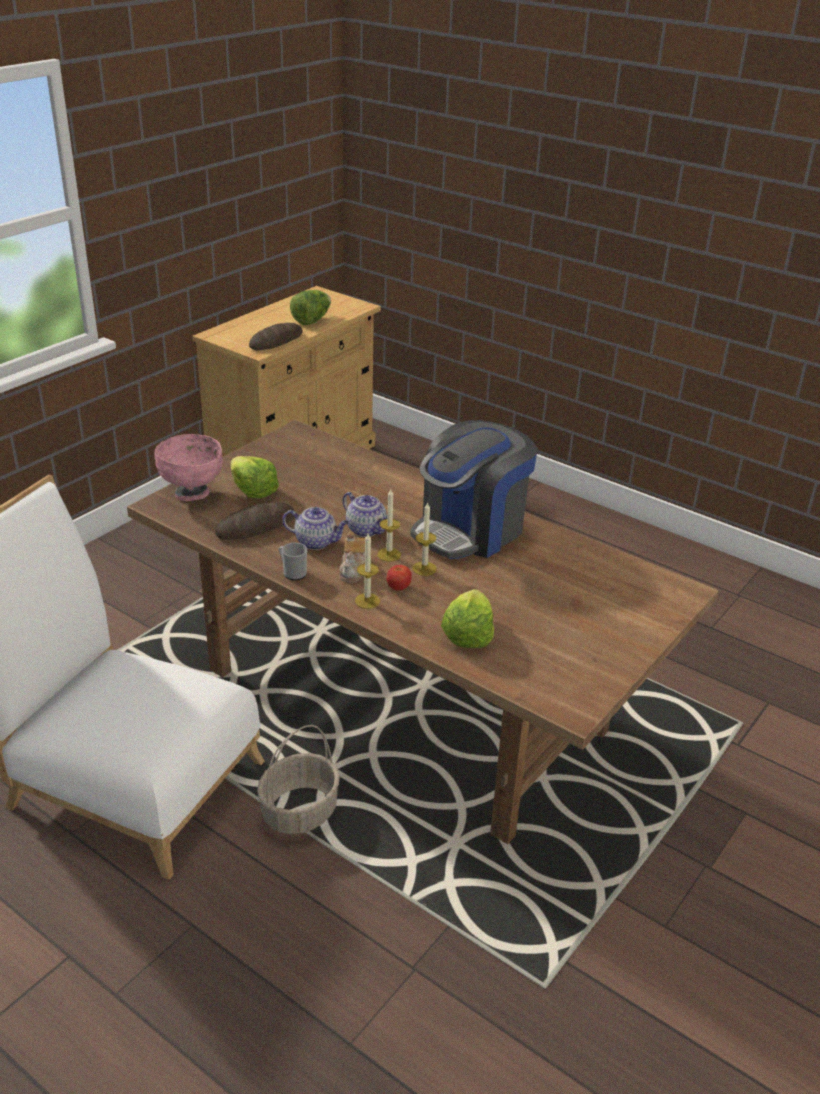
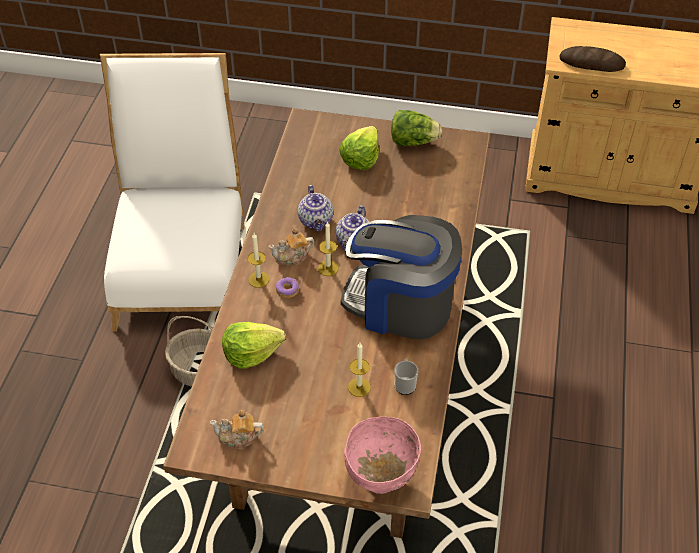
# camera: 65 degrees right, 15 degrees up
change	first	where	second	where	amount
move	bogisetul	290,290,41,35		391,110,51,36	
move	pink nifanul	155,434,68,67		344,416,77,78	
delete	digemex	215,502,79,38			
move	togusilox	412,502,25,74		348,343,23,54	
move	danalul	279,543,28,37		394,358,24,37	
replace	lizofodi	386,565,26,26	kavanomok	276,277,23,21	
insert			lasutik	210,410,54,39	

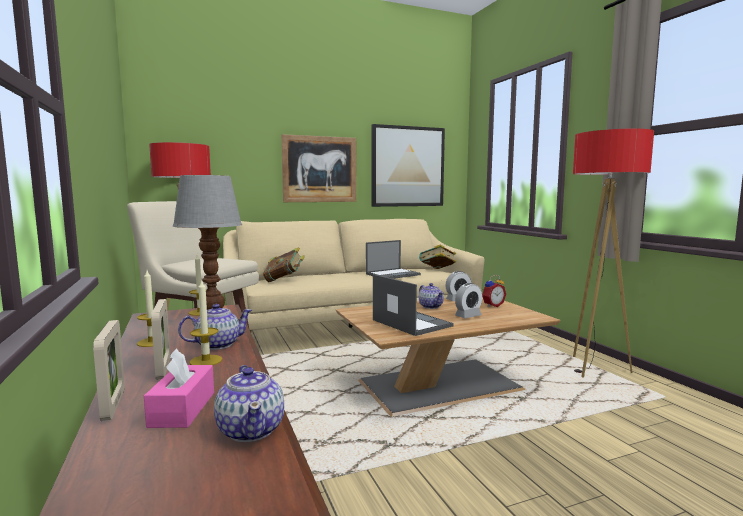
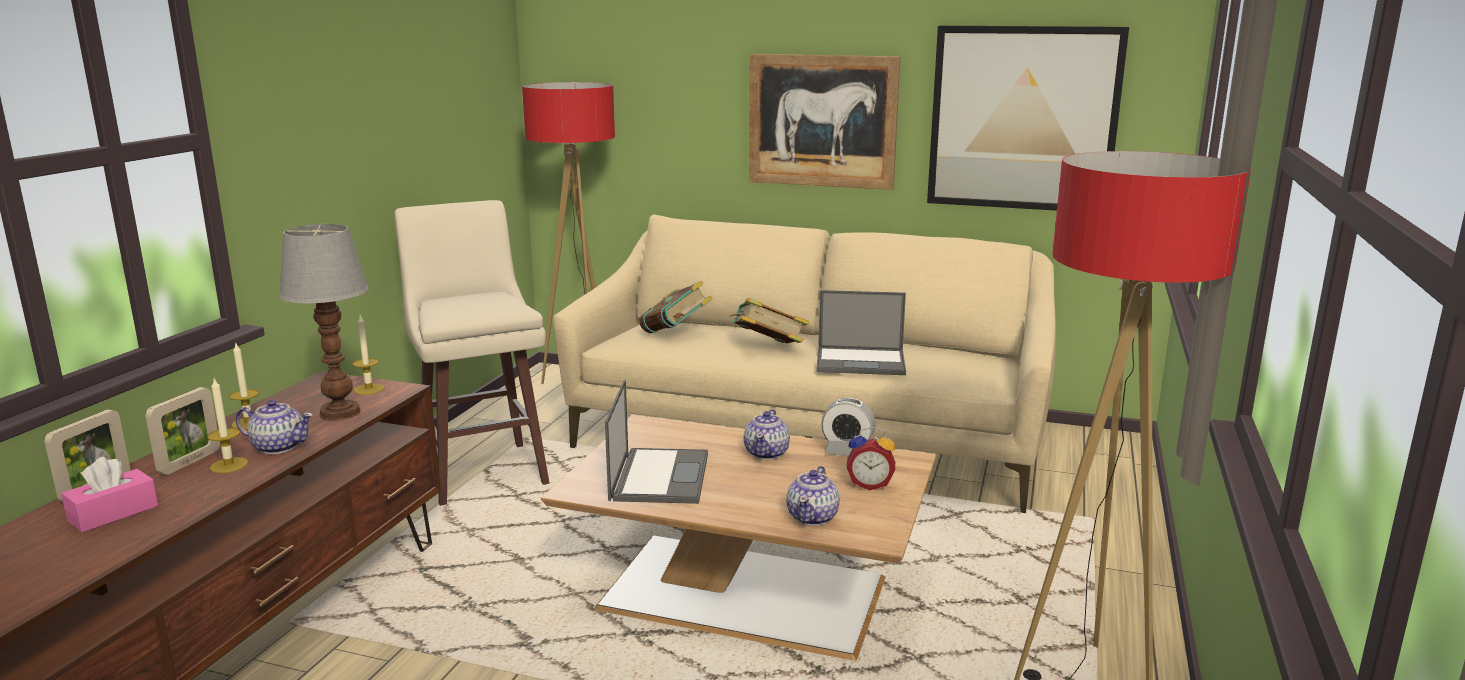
# camera: 40 degrees right, 10 degrees up
change	first	where	second	where	amount
move	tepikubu	419,244,37,25		729,298,80,45	
delete	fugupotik	455,283,27,35			
move	lasutik	214,365,70,77		786,466,54,60	

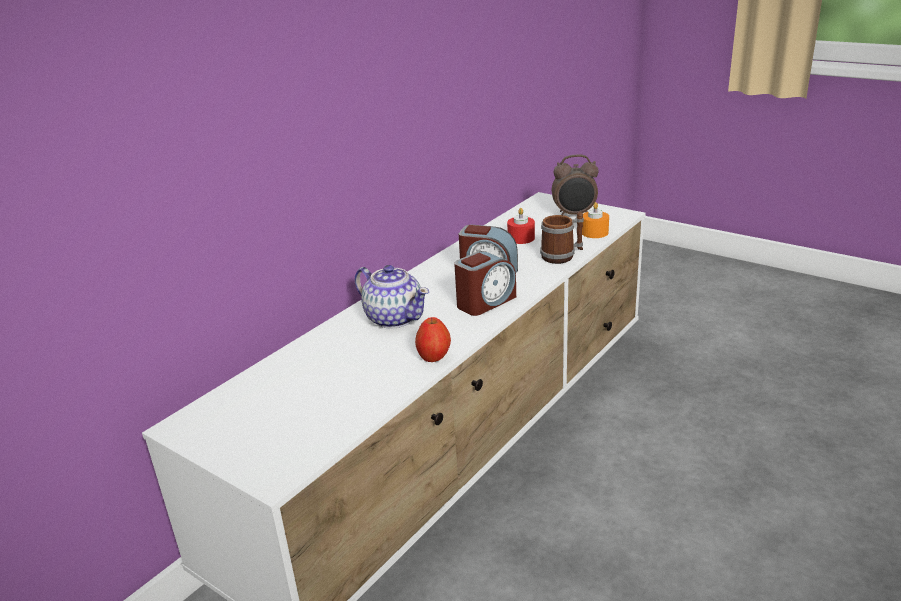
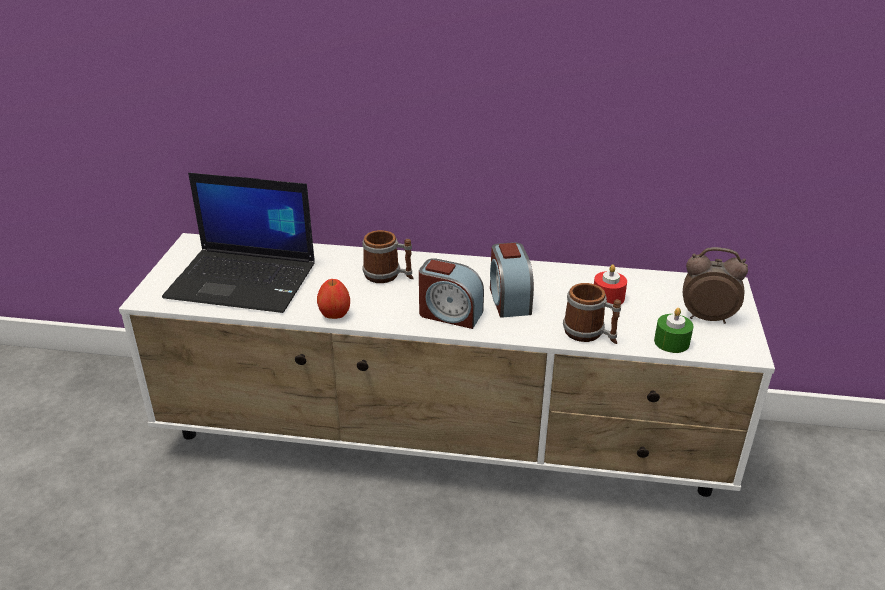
# camera: 60 degrees right, 5 degrees up
change	first	where	second	where	amount
rotate	fugupotik	552,154,47,61		683,247,65,77	135 degrees clockwise
recolor	orange togusilox	582,202,27,36	green togusilox	654,308,39,45	
replace	lasutik	355,265,74,64	danalul	362,230,52,53	
insert			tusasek	162,173,153,140	

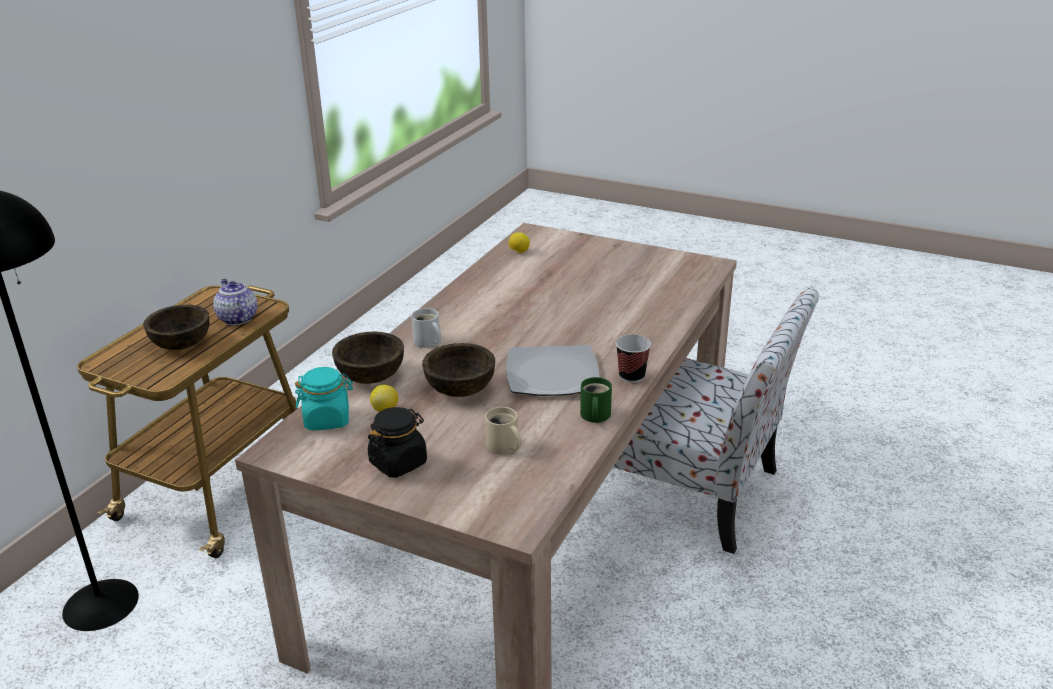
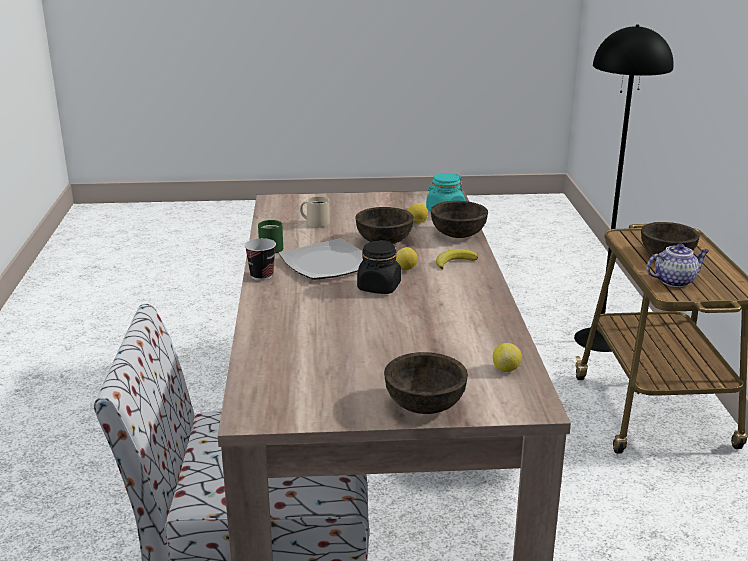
# camera: 150 degrees right, 5 degrees down
change	first	where	second	where	amount
rotate	lasutik	213,279,44,46		646,243,63,44	45 degrees counterclockwise
replace	white danalul	411,308,30,40	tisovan	436,249,42,20	
move	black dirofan	368,407,59,70		357,240,44,54	
insert			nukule	396,247,22,23	
insert			brown nifanul	384,352,84,62	

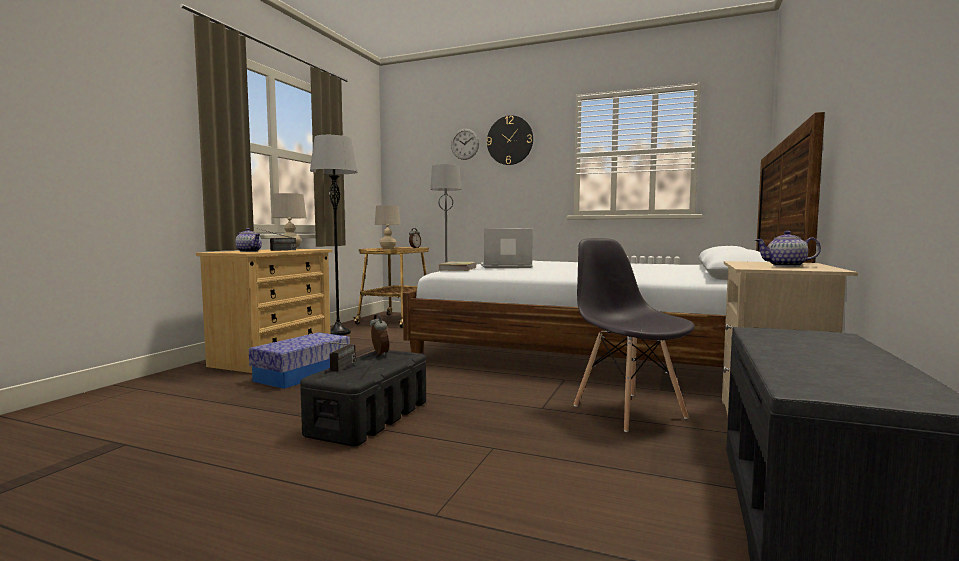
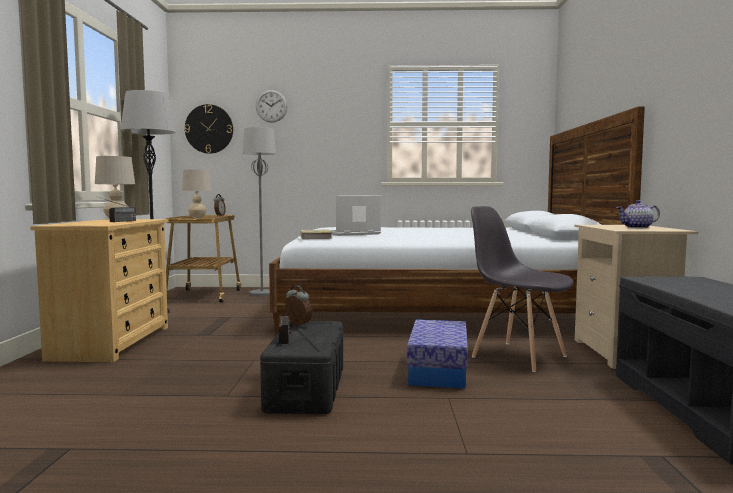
# camera: 20 degrees left, 0 degrees up
change	first	where	second	where	amount
move	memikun	487,115,46,50		184,104,49,50	
delete	lasutik	235,228,27,24			
move	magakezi	249,332,101,57		407,319,61,70	

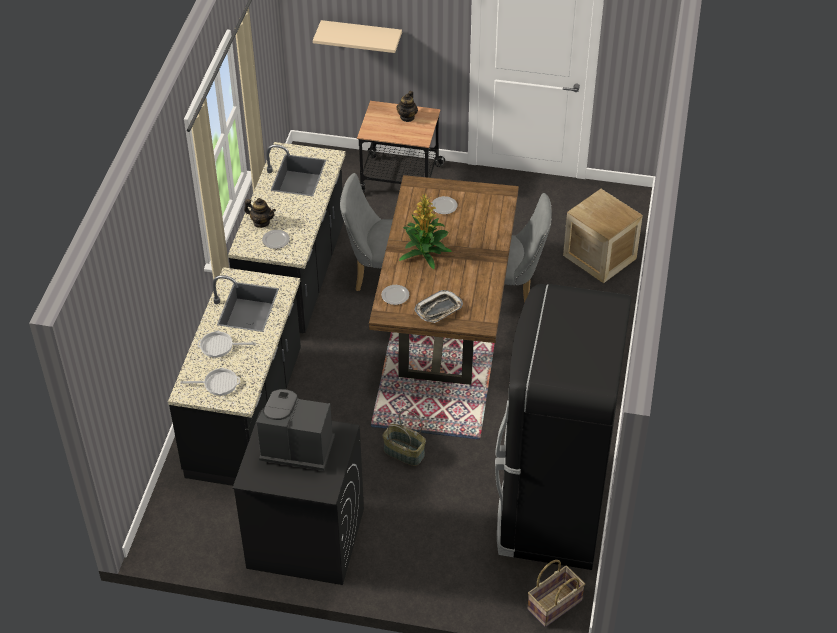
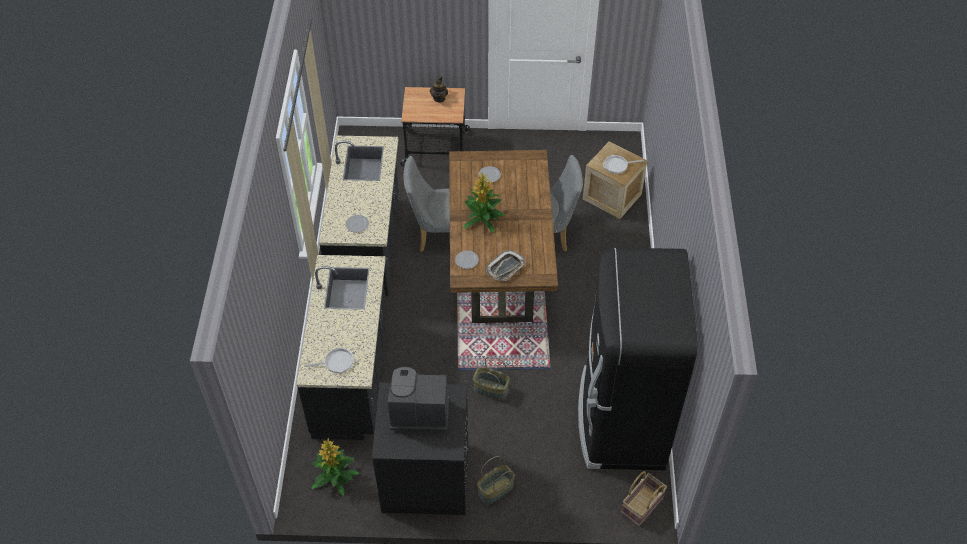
# camera: 10 degrees left, 5 degrees up
change	first	where	second	where	amount
delete	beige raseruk	313,20,89,33			
delete	lasutik	244,198,32,30			
move	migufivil	198,331,58,27		602,155,42,19	
insert			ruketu	311,438,48,58	
insert			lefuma	477,456,38,49	

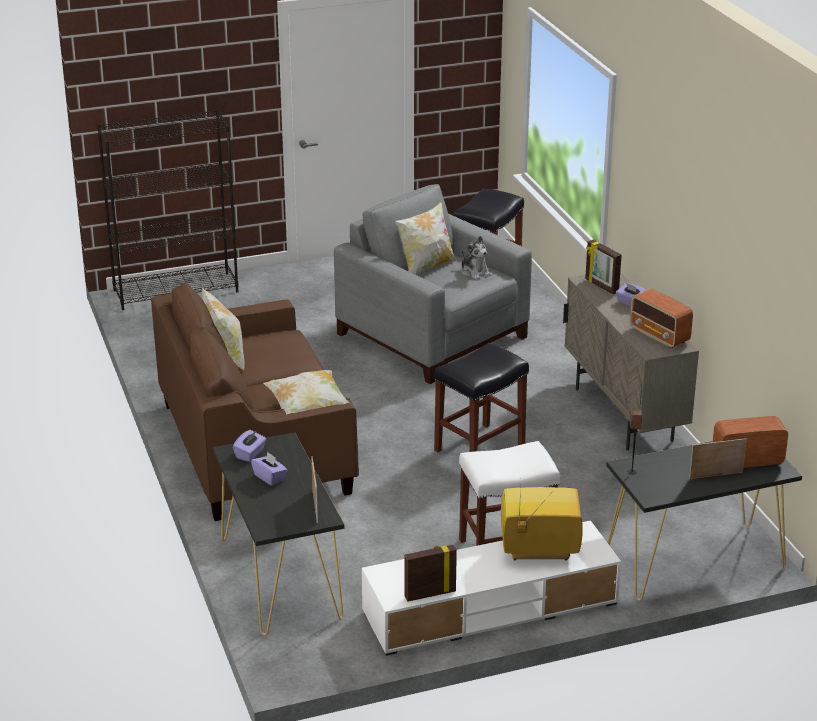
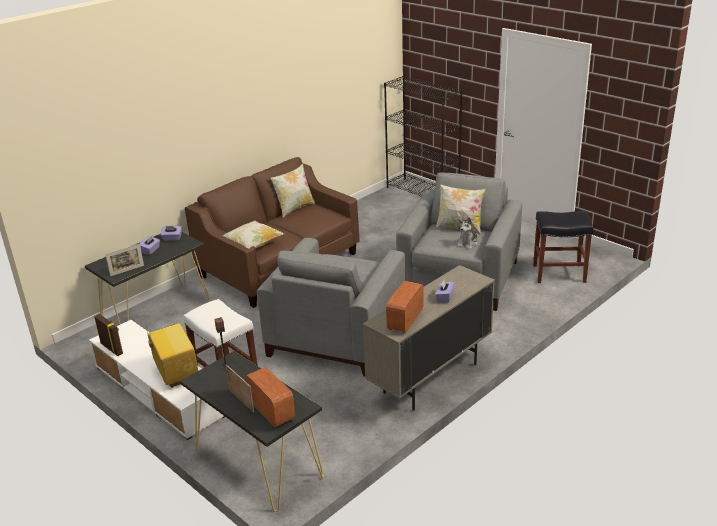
# camera: 65 degrees right, 0 degrees up
change	first	where	second	where	amount
delete	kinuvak	585,240,36,54			
replace	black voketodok	434,343,95,109	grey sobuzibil	257,238,148,138	

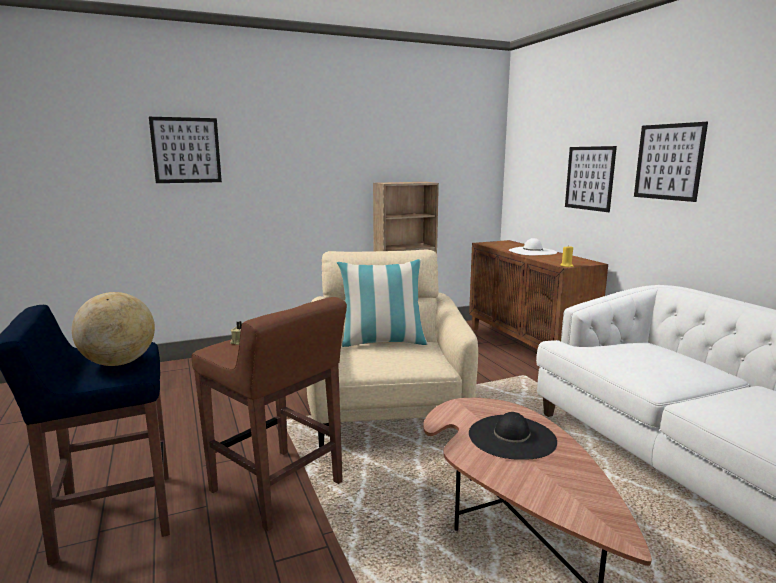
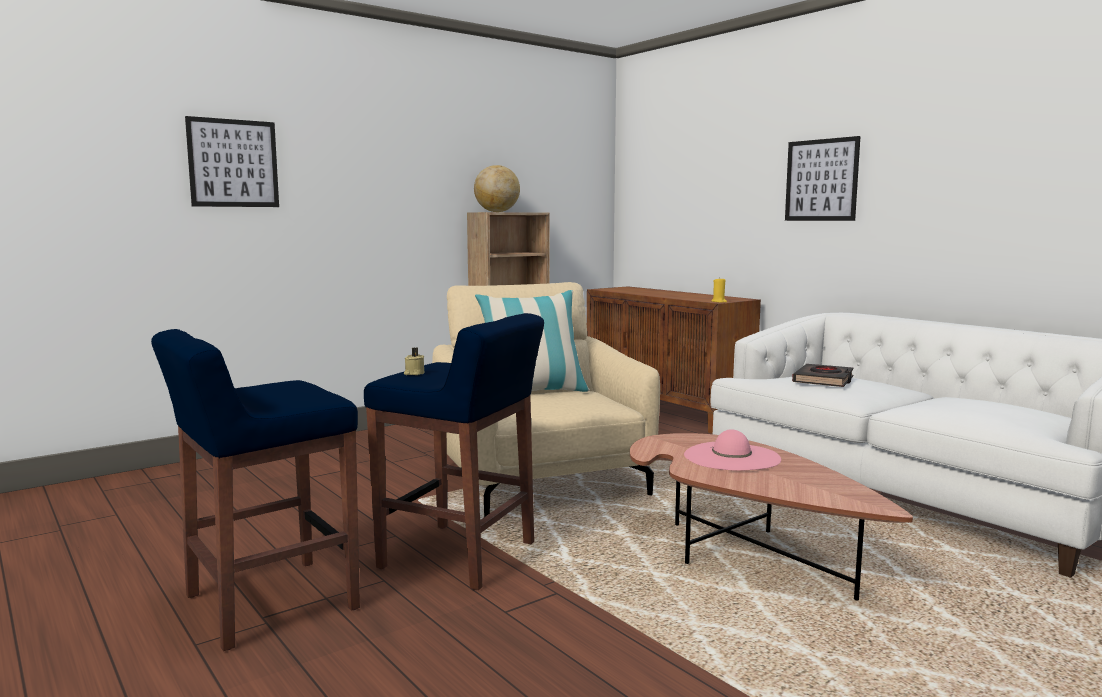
# camera: 15 degrees left, 5 degrees down
change	first	where	second	where	amount
delete	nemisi	565,146,52,66			
delete	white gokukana	509,238,48,17			
move	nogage	72,292,83,74		474,165,46,47	
recolor	brown voketodok	192,297,155,234	blue voketodok	364,313,180,277	
recolor	black gokukana	469,412,88,48	pink gokukana	684,429,97,42	
insert			black tepikubu	792,364,62,23	

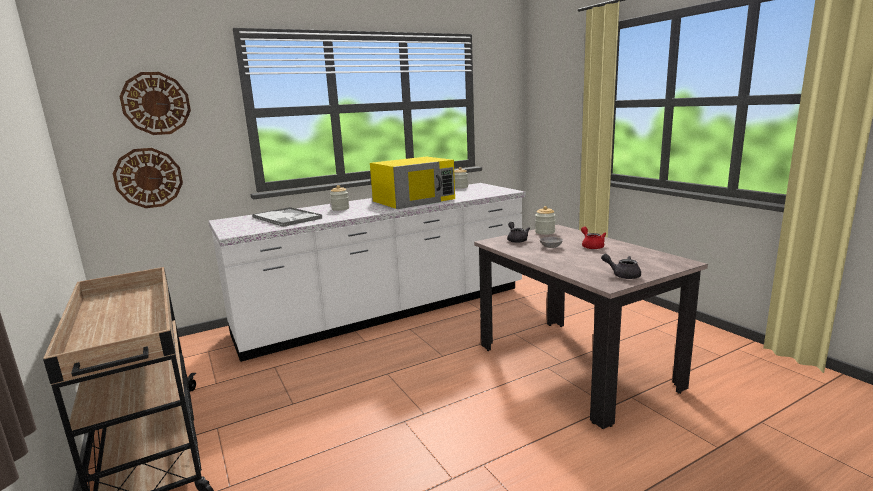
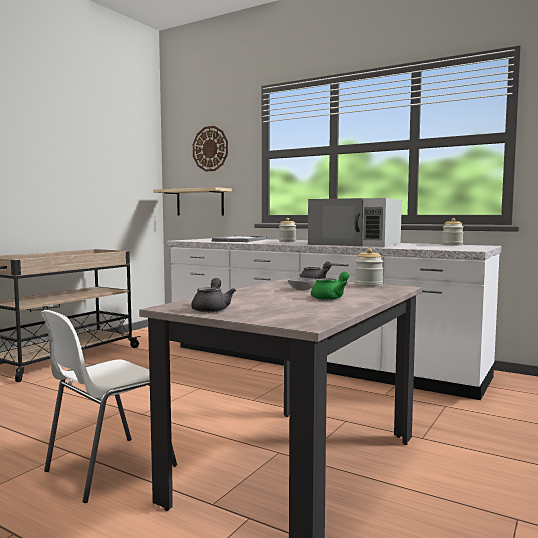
# camera: 60 degrees right, 10 degrees down
change	first	where	second	where	amount
replace	memikun	113,148,70,60	beige raseruk	153,187,79,29	
recolor	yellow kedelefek	370,157,85,52	white kedelefek	308,198,94,49	
recolor	red lasutik	581,227,25,22	green lasutik	311,271,38,29	
insert			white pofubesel	41,310,136,193	

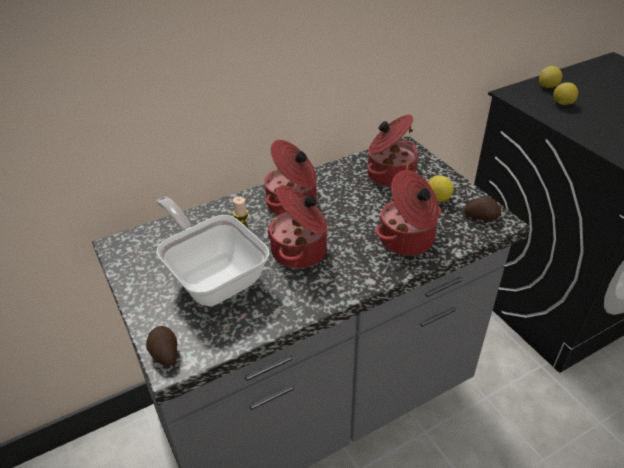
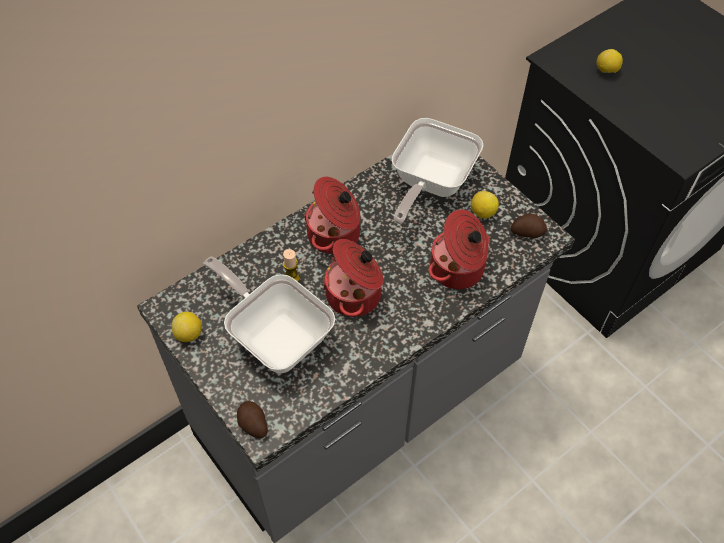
# camera: 10 degrees left, 15 degrees up
change	first	where	second	where	amount
move	nukule	539,66,23,22		172,312,30,30	
replace	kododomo	367,115,51,73	migufivil	391,118,92,106	

